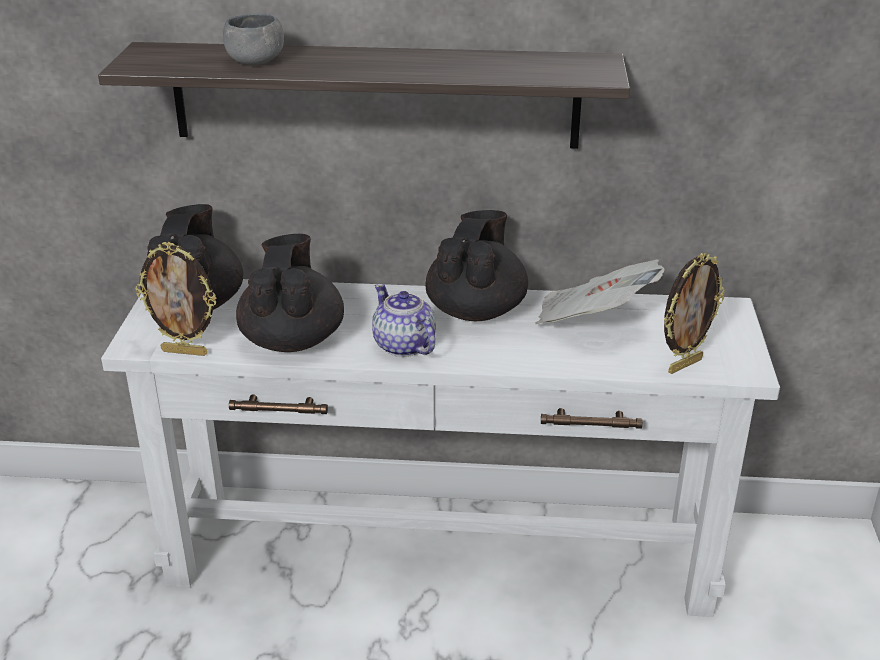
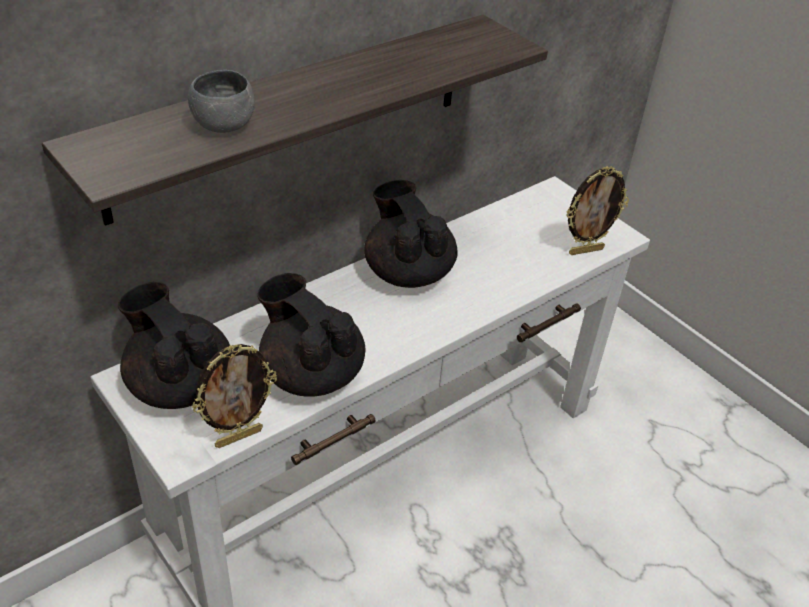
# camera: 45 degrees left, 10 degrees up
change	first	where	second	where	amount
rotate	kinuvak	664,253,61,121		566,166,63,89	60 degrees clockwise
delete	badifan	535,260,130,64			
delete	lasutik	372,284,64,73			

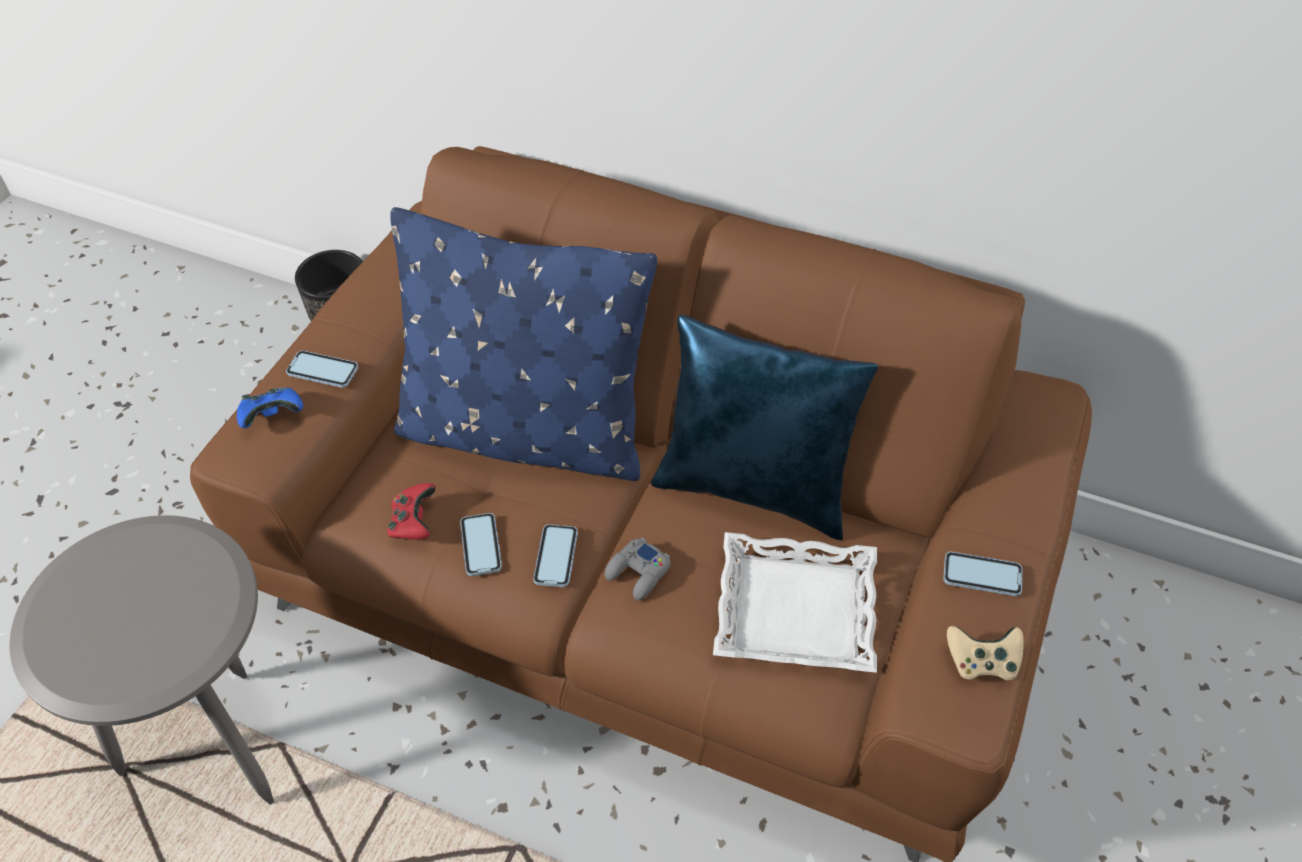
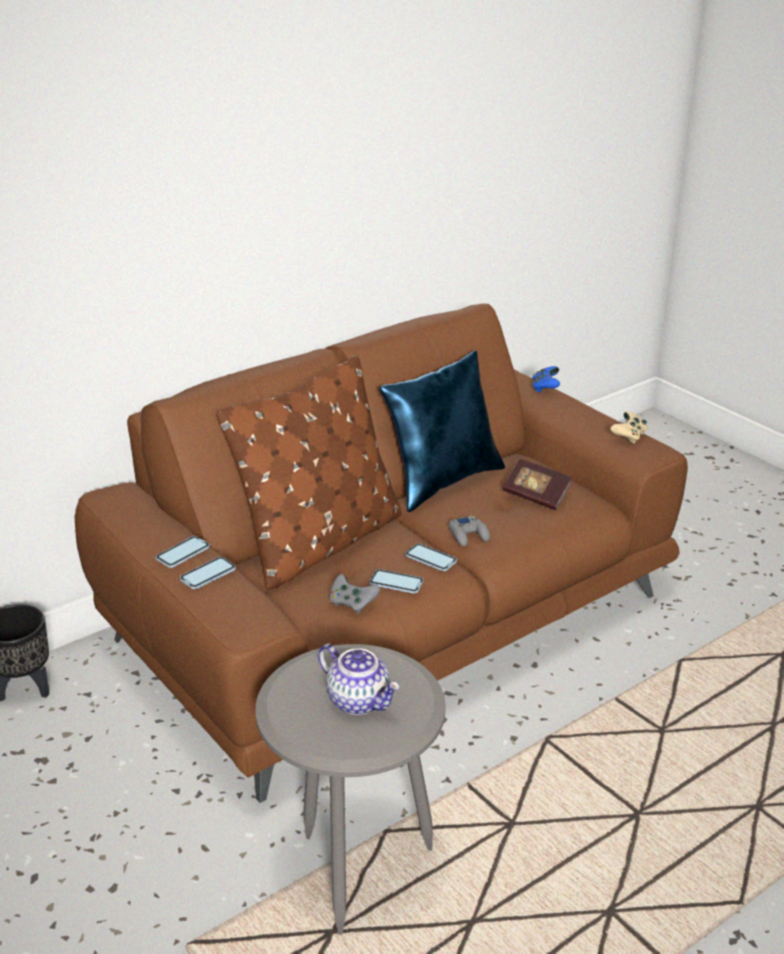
# camera: 60 degrees left, 20 degrees down
change	first	where	second	where	amount
recolor	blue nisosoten	390,207,267,274	brown nisosoten	216,355,186,235	
move	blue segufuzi	237,387,66,41		533,366,27,26	
recolor	red segufuzi	387,483,49,57	grey segufuzi	330,574,50,40	
replace	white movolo	713,532,164,141	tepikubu	503,459,69,51	
move	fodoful	943,552,79,44		156,536,54,32	
insert			lasutik	318,644,82,71	

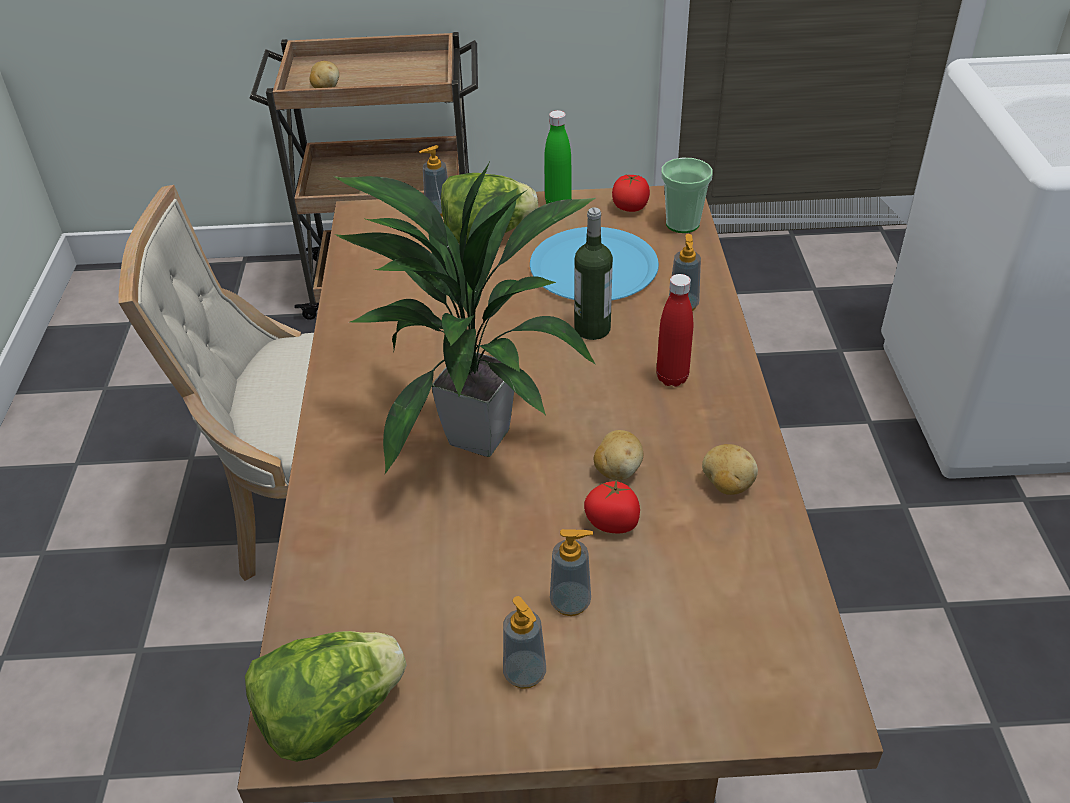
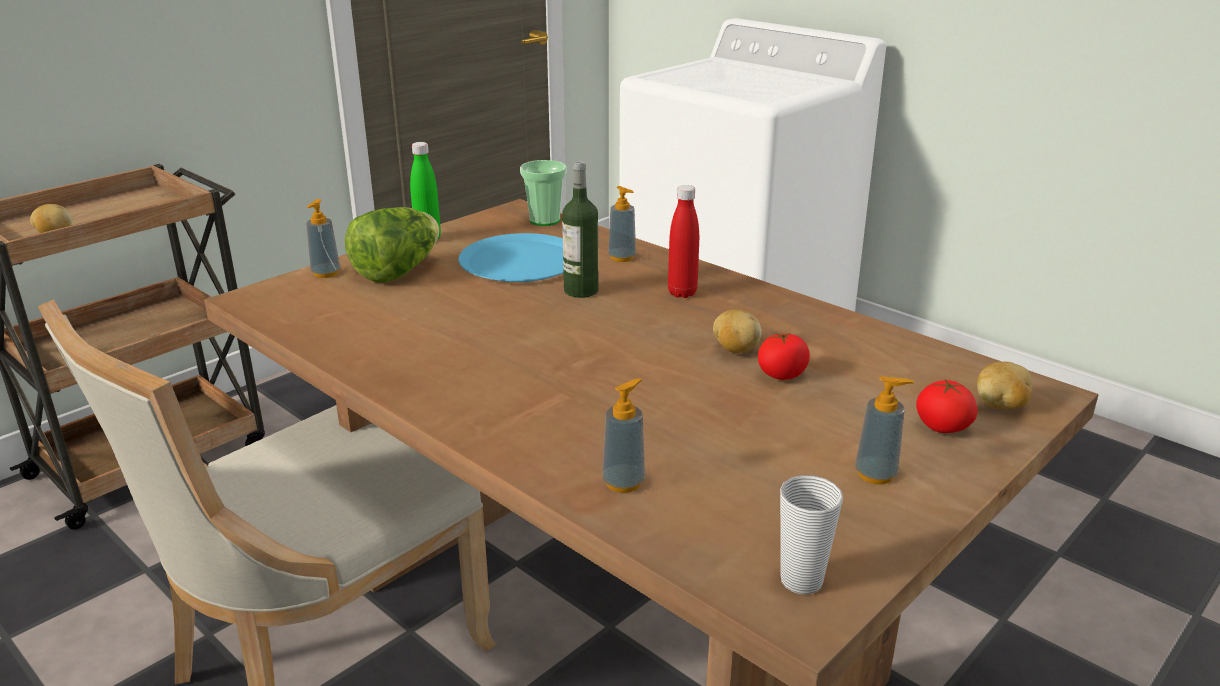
# camera: 45 degrees left, 15 degrees down
change	first	where	second	where	amount
delete	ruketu	333,162,263,312			
move	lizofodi	612,174,38,38		916,379,62,54	
move	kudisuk	702,444,56,51		977,362,55,47	
move	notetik	550,529,43,87		602,378,43,115	
replace	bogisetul	245,631,161,131	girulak	780,475,63,119	

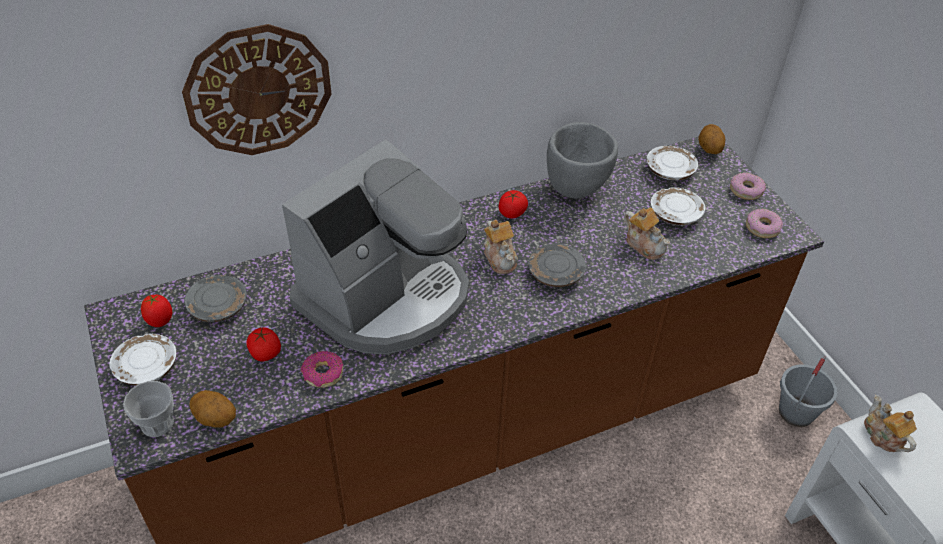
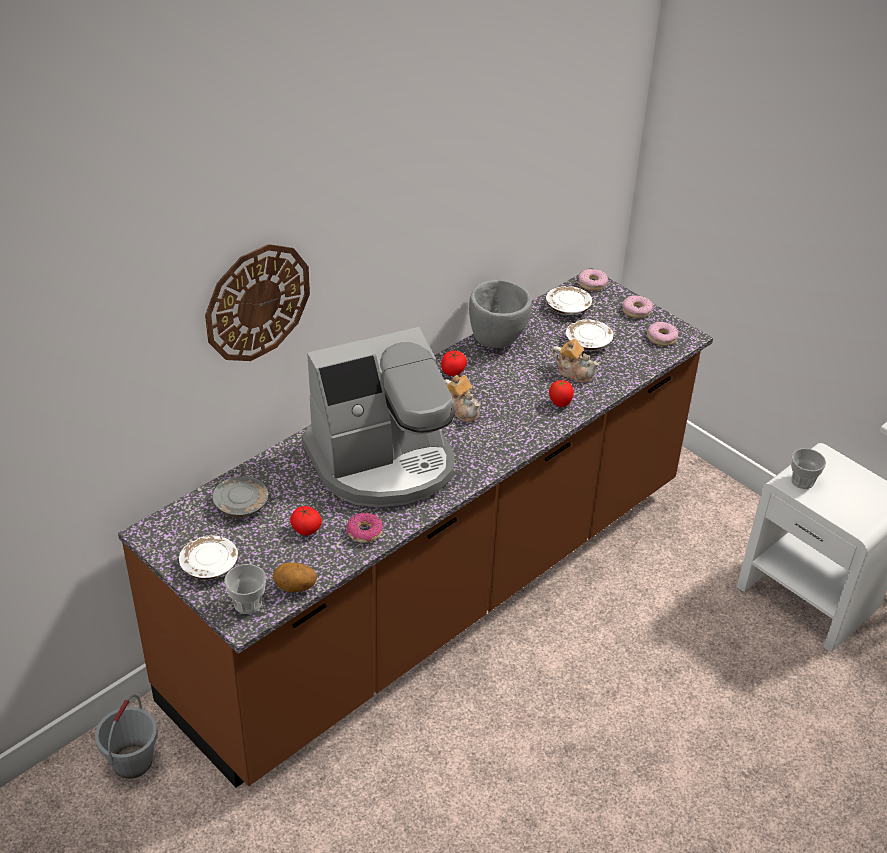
# camera: 20 degrees left, 5 degrees down
change	first	where	second	where	amount
replace	kudisuk	698,124,27,30	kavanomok	578,269,30,22	
rotate	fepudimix	282,139,187,216		302,327,153,180	45 degrees clockwise
delete	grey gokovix	528,244,58,43			
move	lizofodi	141,295,31,32		549,380,25,27	
move	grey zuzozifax	779,356,58,71		95,694,63,85	
replace	lasutik	864,395,53,57	girulak	791,448,35,41	

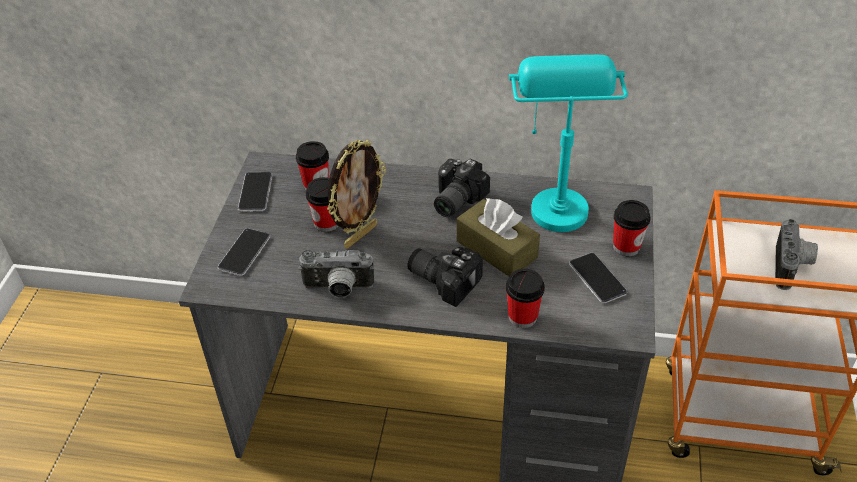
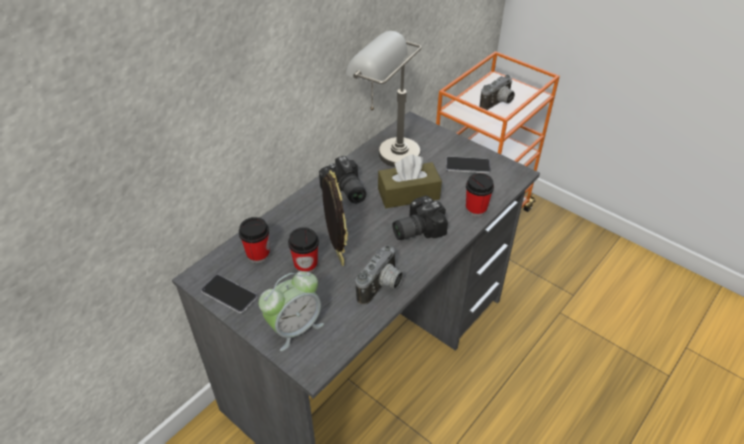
# camera: 60 degrees left, 0 degrees up
change	first	where	second	where	amount
recolor	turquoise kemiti	509,55,119,177	grey kemiti	346,31,76,136	
delete	girulak	613,200,37,56			
rotate	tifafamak	775,219,43,71		479,75,36,35	90 degrees clockwise
replace	fodoful	217,228,53,48	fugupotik	259,271,65,80	

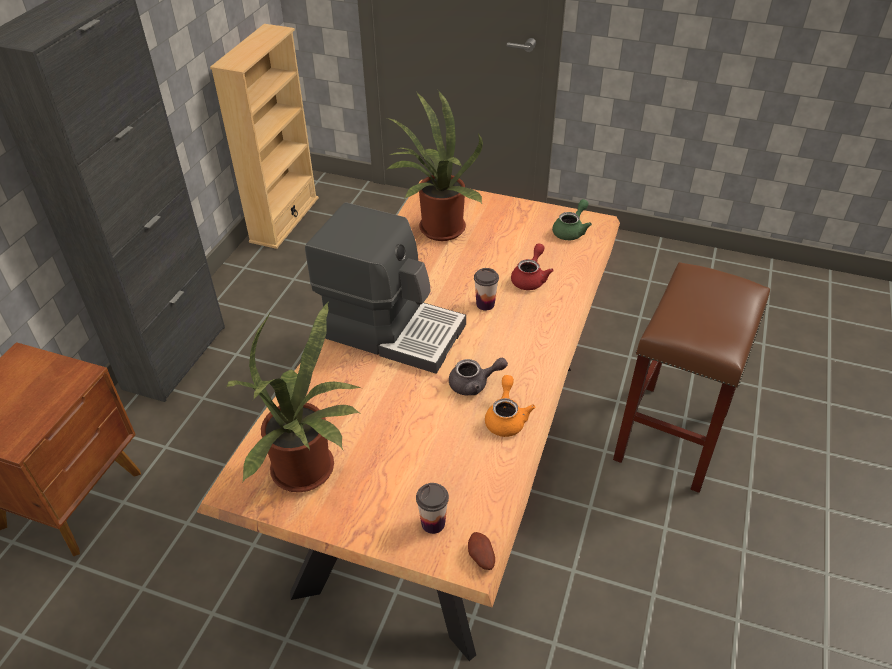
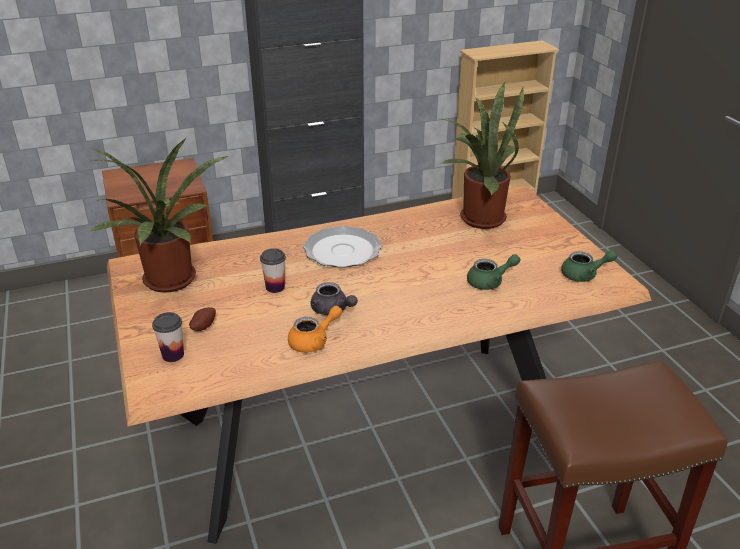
# camera: 50 degrees right, 10 degrees down
change	first	where	second	where	amount
replace	fepudimix	305,203,161,171	gokovix	303,226,79,42	
recolor	red lasutik	511,243,43,47	green lasutik	467,254,53,36	
move	girulak	474,268,25,43		260,248,26,45	
move	kudisuk	468,532,27,38		189,307,27,24	

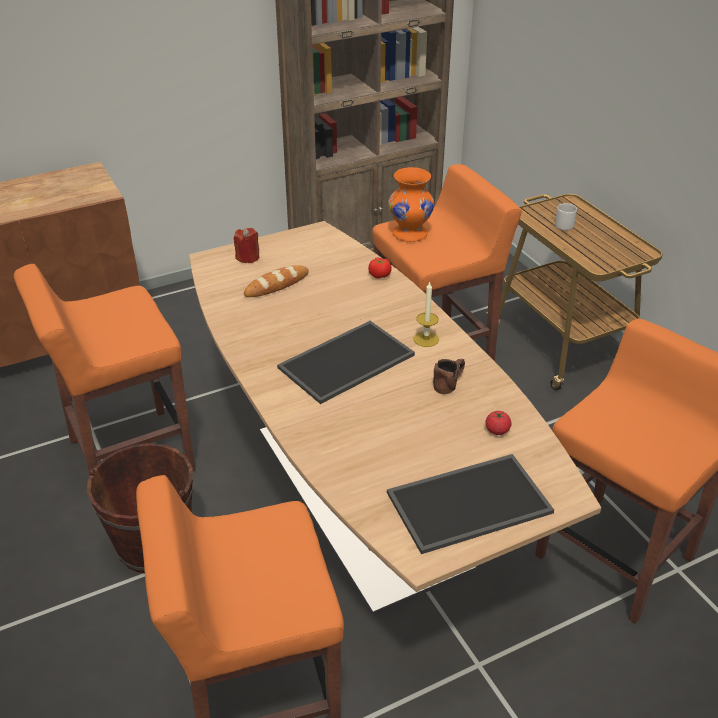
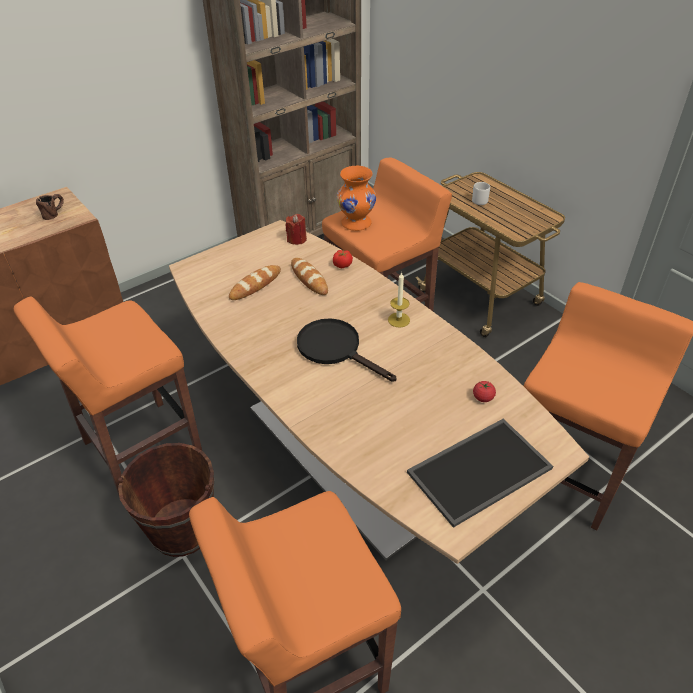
# camera: 10 degrees left, 5 degrees up
change	first	where	second	where	amount
move	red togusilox	234,228,25,35		286,214,21,31	
replace	movolo	277,321,138,83	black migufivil	297,318,99,64	
move	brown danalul	433,359,32,35		36,194,28,26	
insert			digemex	291,258,37,37	

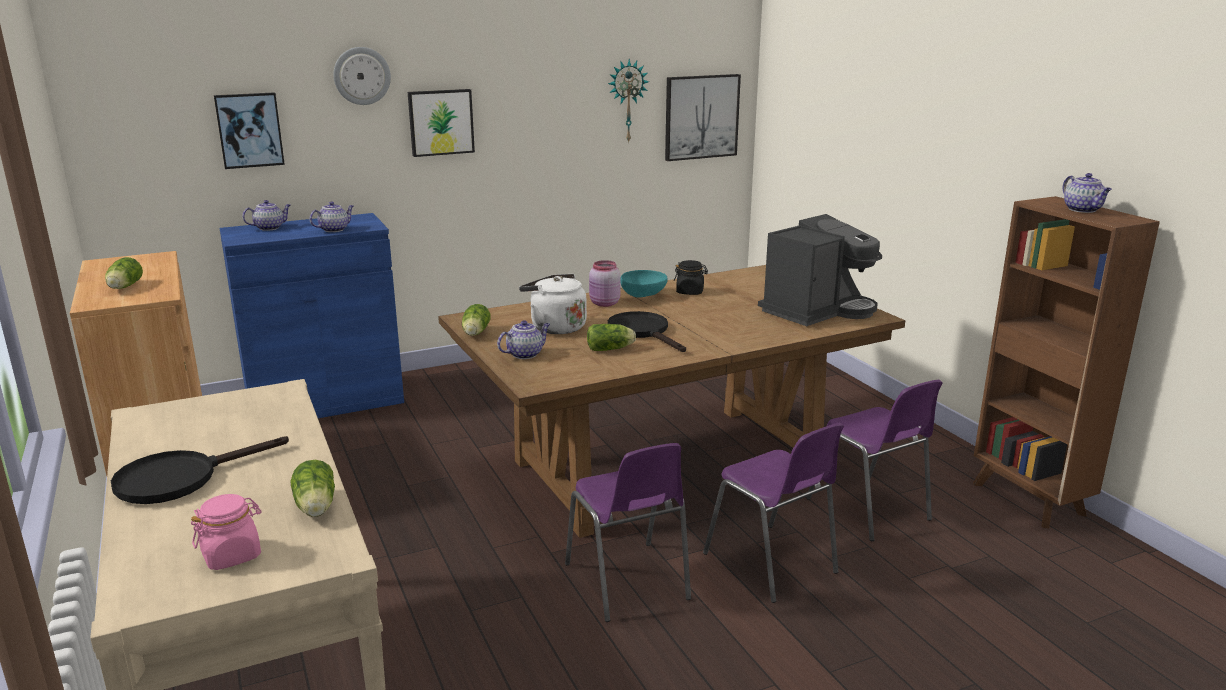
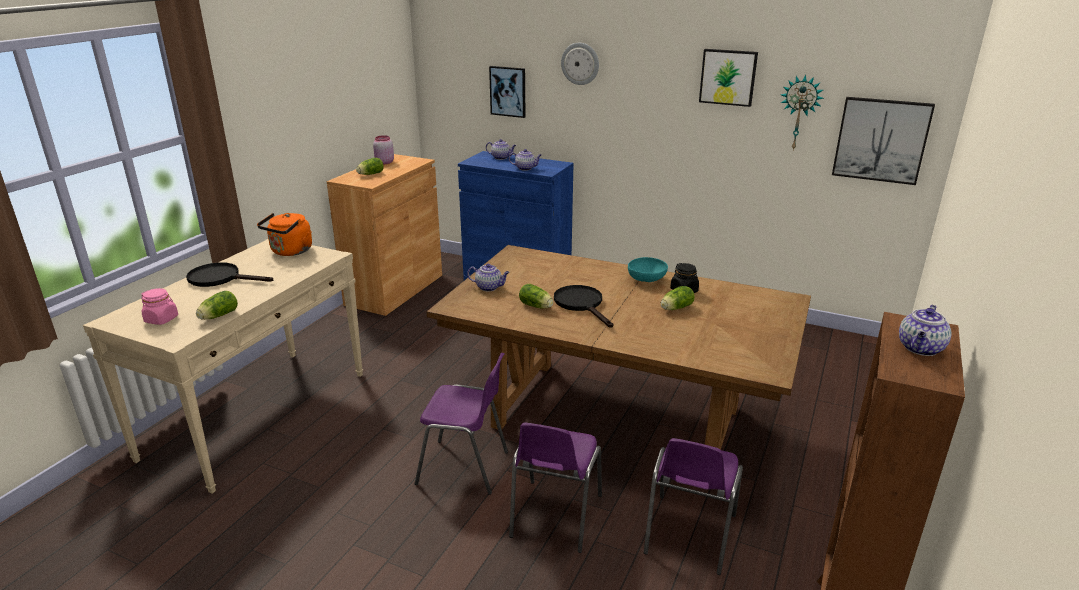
# camera: 50 degrees right, 5 degrees up
change	first	where	second	where	amount
move	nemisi	408,89,67,68		699,49,59,58	
delete	fepudimix	758,214,124,112			
move	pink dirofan	589,260,32,47		373,135,21,29	
delete	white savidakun	519,274,68,60			
move	bogisetul	462,304,29,32		661,286,34,24	
rotate	black migufivil	608,311,78,41		554,285,59,43	45 degrees counterclockwise
rotate	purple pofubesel	565,443,126,179		414,353,94,142	105 degrees counterclockwise
insert			orange savidakun	257,213,55,43	

